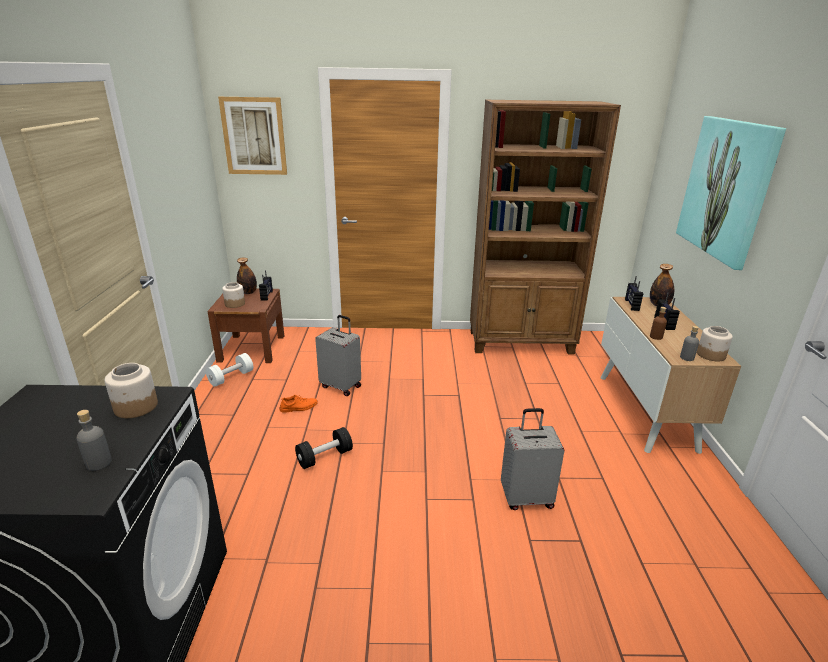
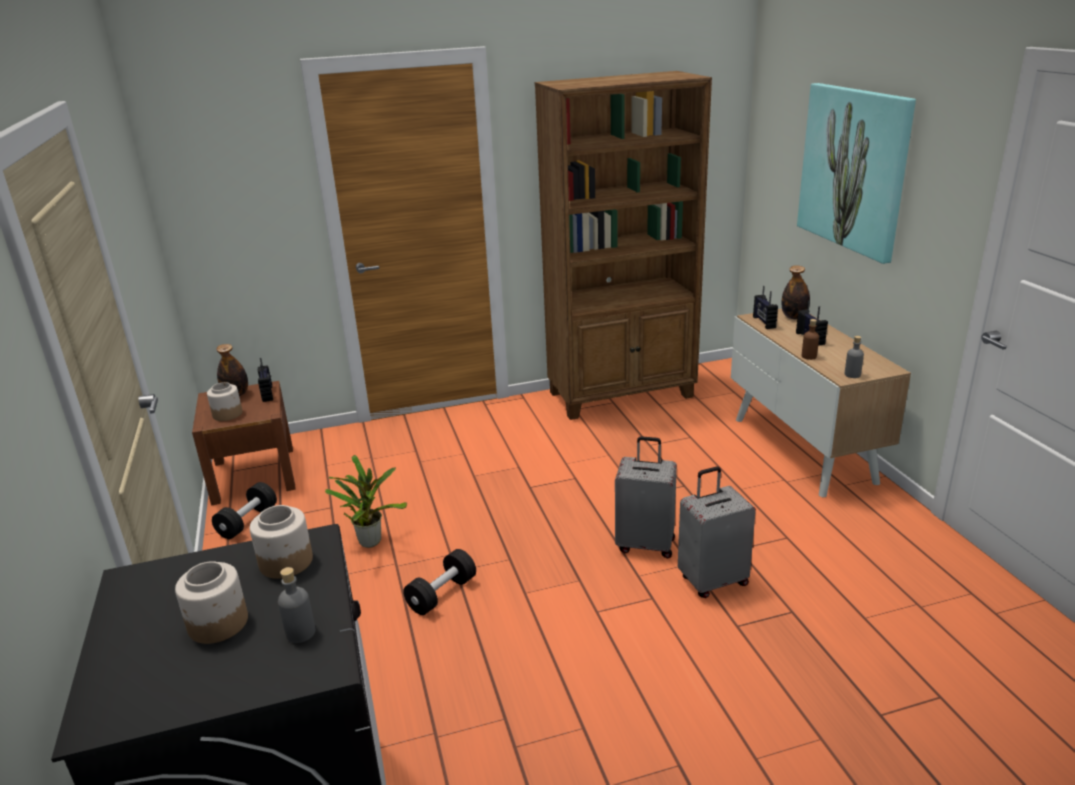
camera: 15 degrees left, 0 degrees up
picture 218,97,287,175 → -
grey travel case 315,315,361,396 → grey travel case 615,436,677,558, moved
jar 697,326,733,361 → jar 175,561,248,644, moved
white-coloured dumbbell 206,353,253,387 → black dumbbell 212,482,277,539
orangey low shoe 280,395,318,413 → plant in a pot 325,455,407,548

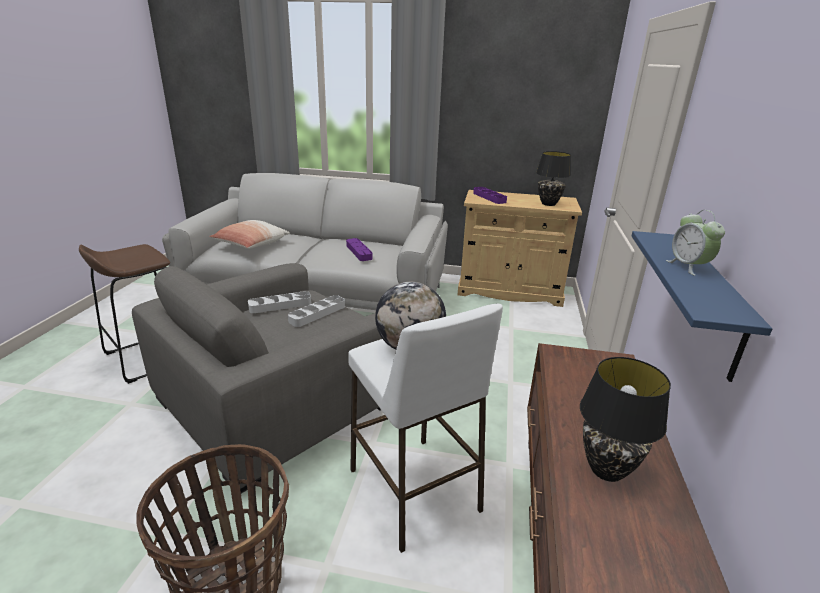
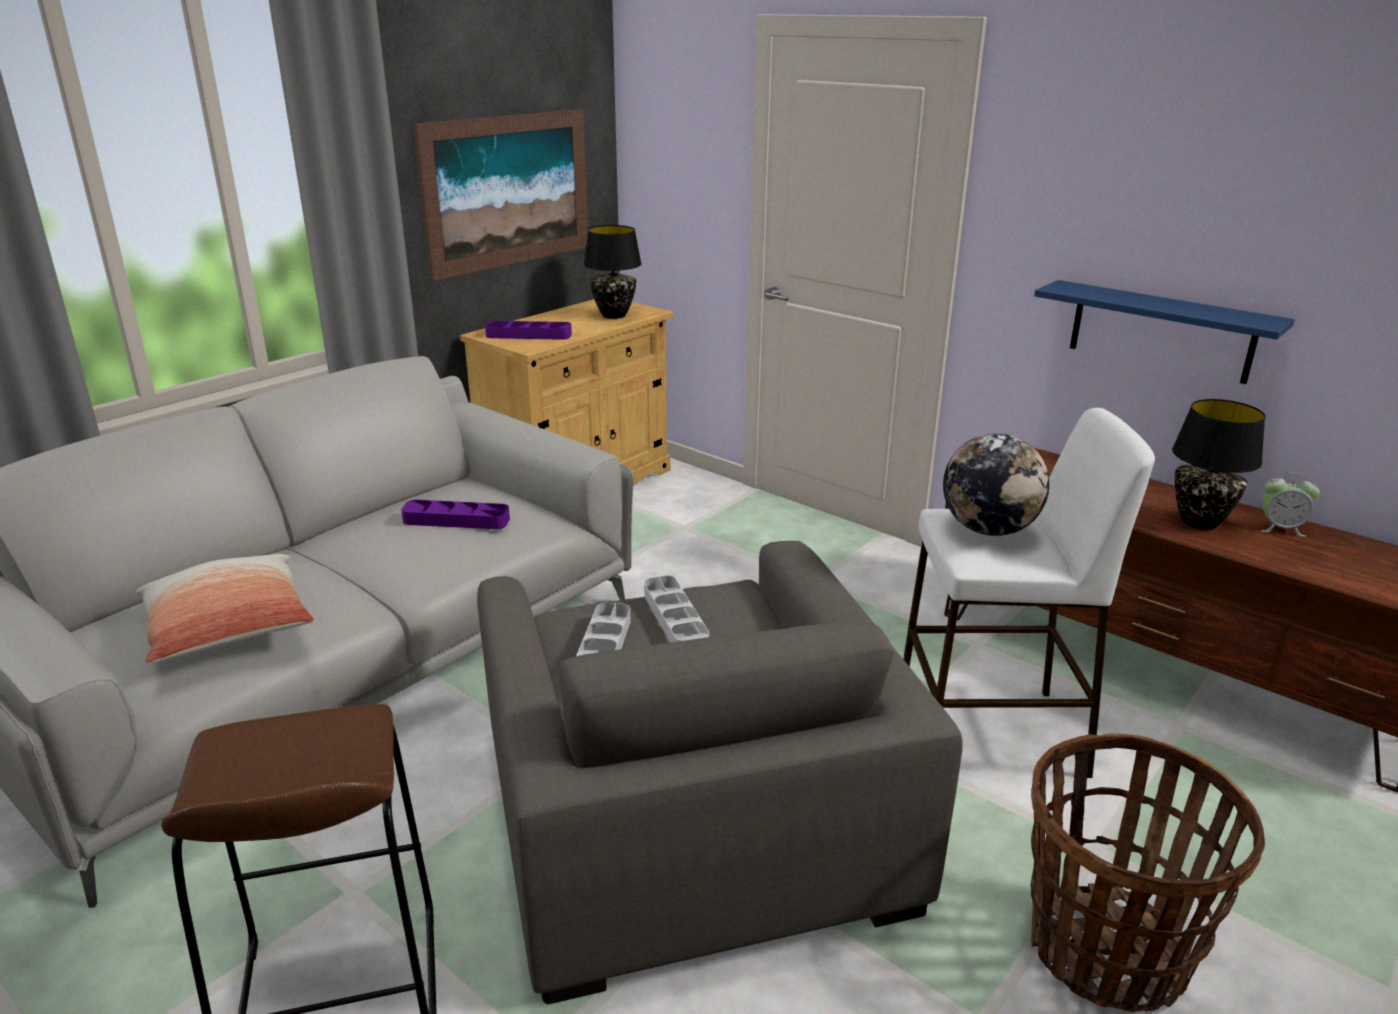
camera: 60 degrees left, 0 degrees up
bedside clock 666,210,725,276 → bedside clock 1261,472,1320,537, moved
- → picture 413,109,588,281

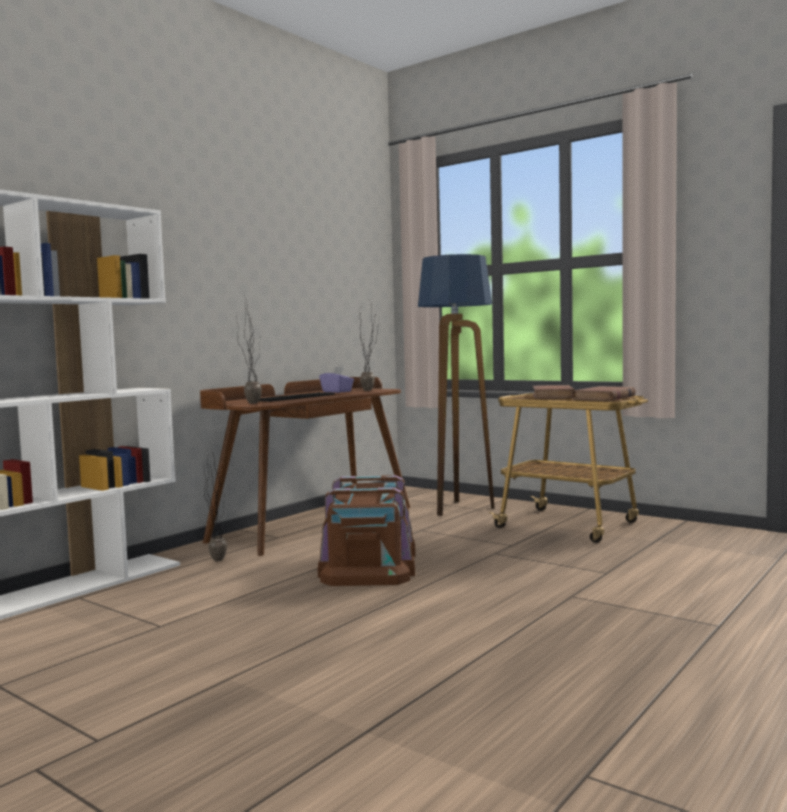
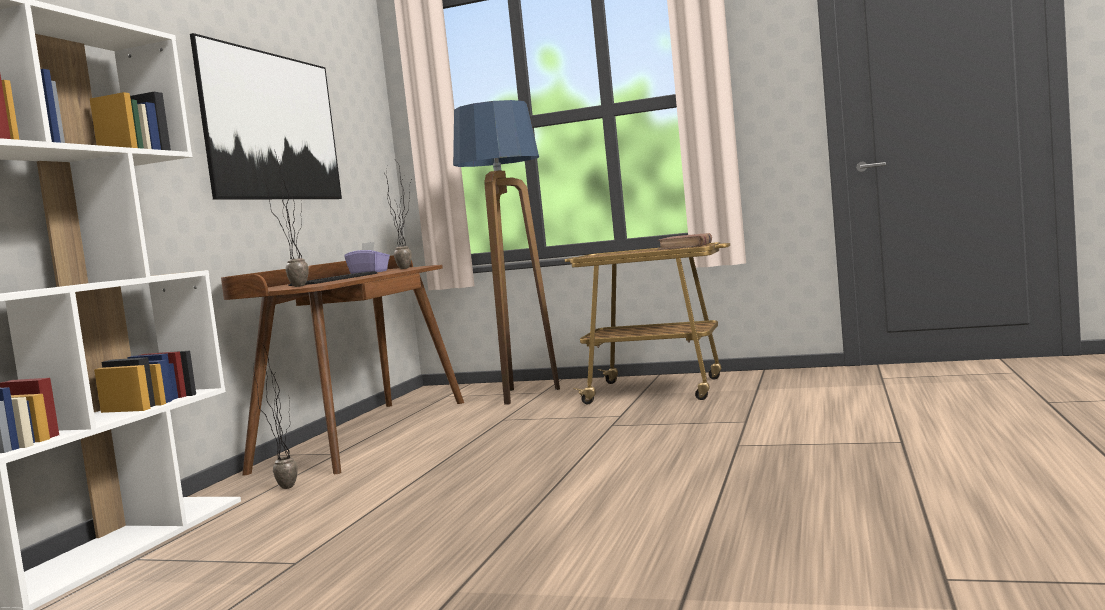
camera: 20 degrees left, 0 degrees up
brown-coloured volume 533,385,576,398 → -
brown-coloured storage container 318,475,415,586 → -
- → picture 190,33,342,200

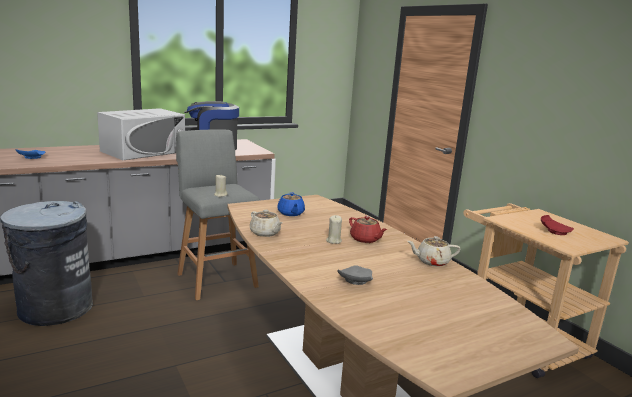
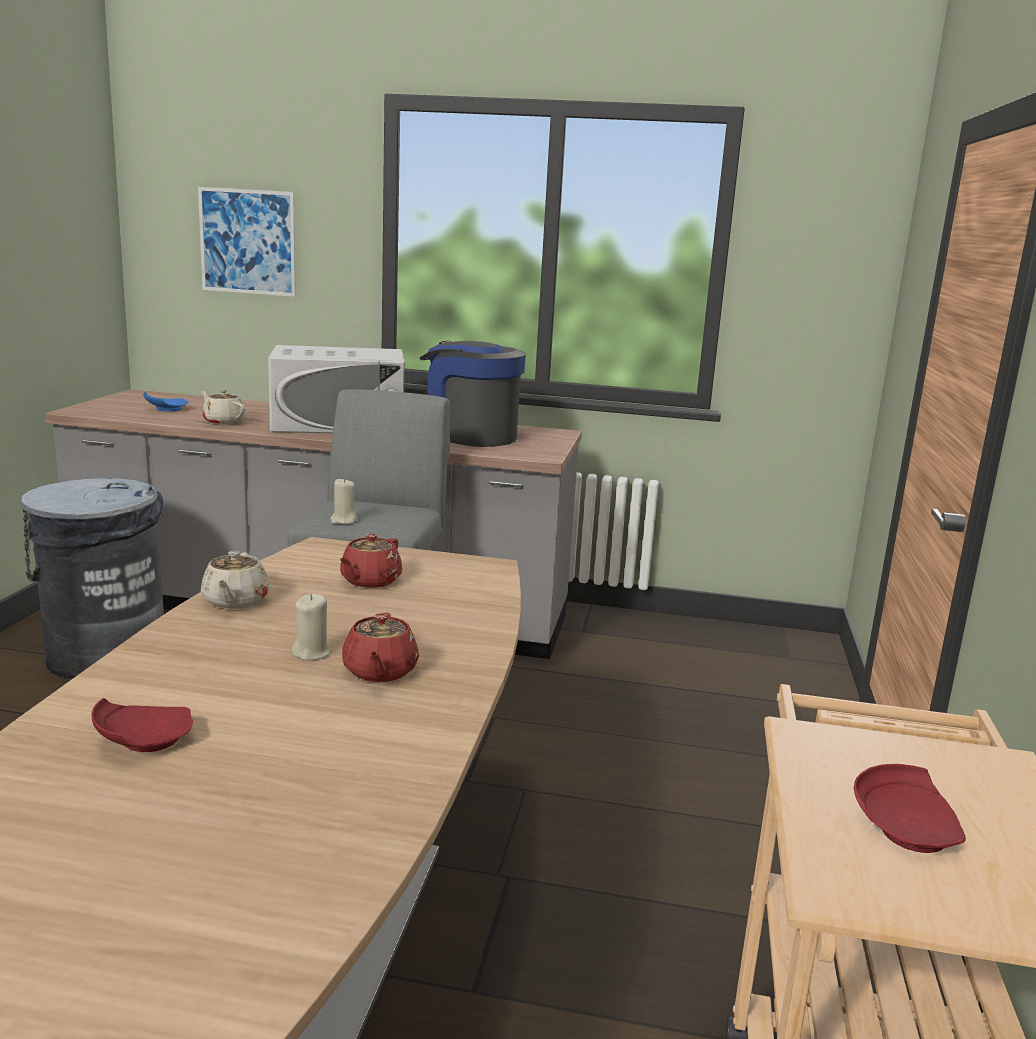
camera: 40 degrees right, 0 degrees up
bluish teapot 277,192,305,216 → red teapot 339,534,402,588
beige-coloured teapot 407,236,461,267 → beige-coloured teapot 201,389,246,425, moved
grey flat dish 337,265,373,285 → red flat dish 91,698,193,752
- → picture 198,187,296,297

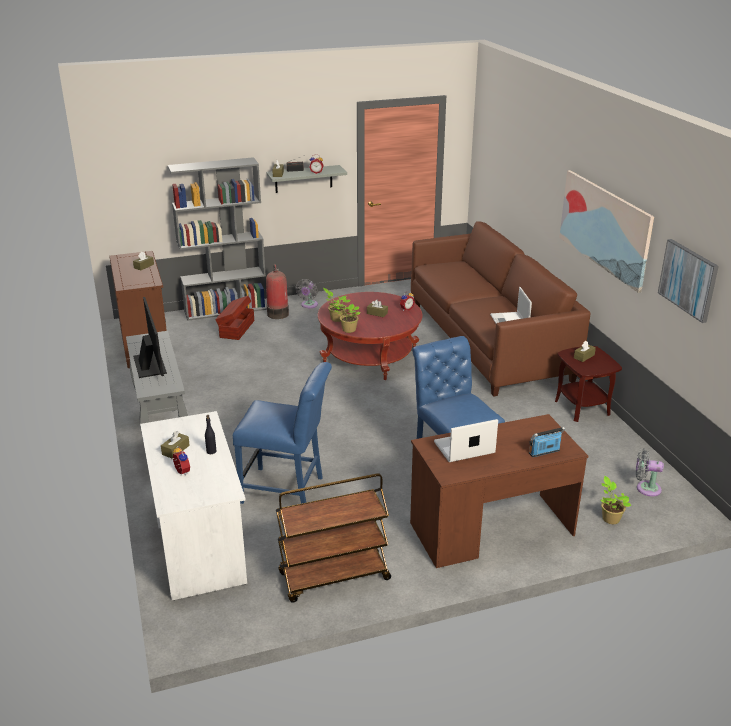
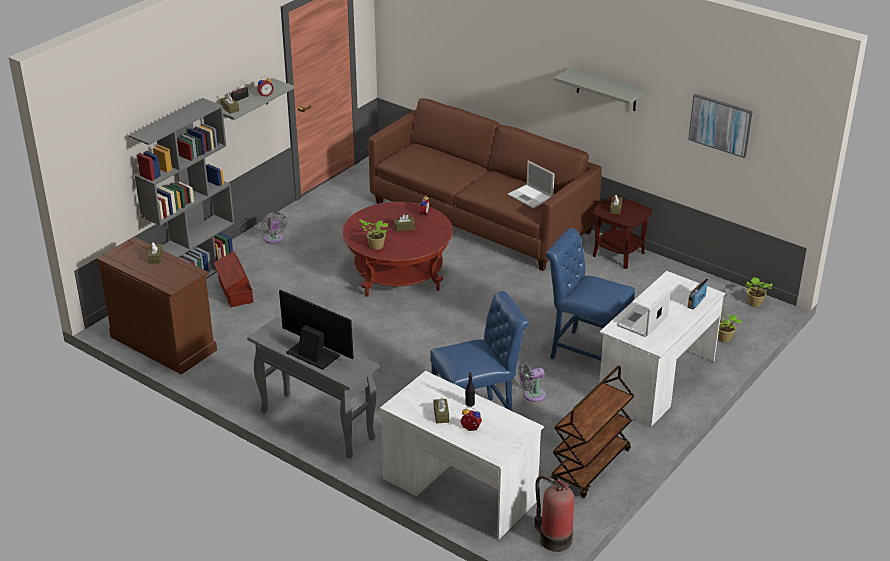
camera: 35 degrees left, 5 degrees up
picture 559,170,654,293 → grey shelf 554,67,646,111
fire-fighting cylinder 266,264,289,319 → fire-fighting cylinder 534,475,574,552, moved
plant in a pot 333,303,360,333 → plant in a pot 745,277,773,307, moved
brown-coloured desk unit 410,414,588,568 → white-coloured desk unit 599,271,725,427
grey fan 636,448,664,497 → grey fan 517,361,546,402, moved

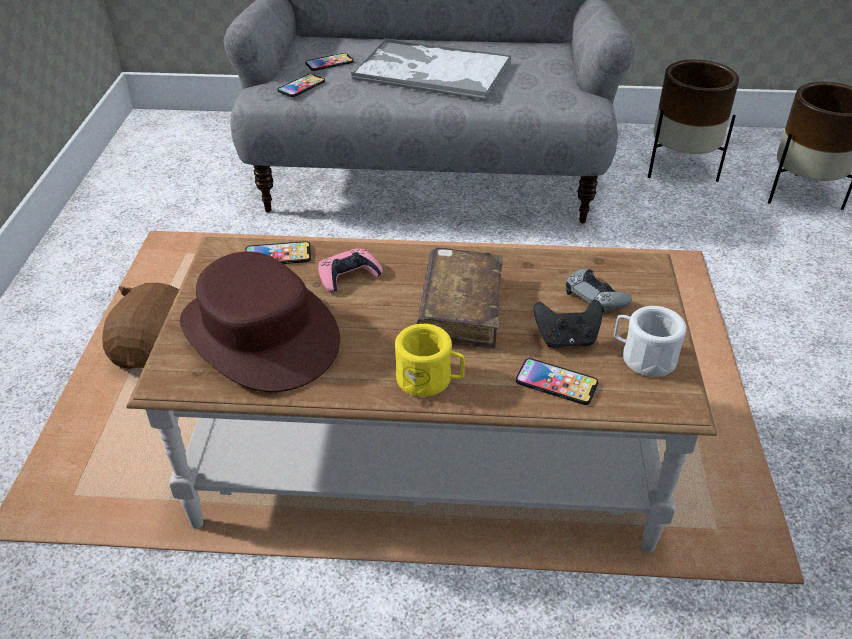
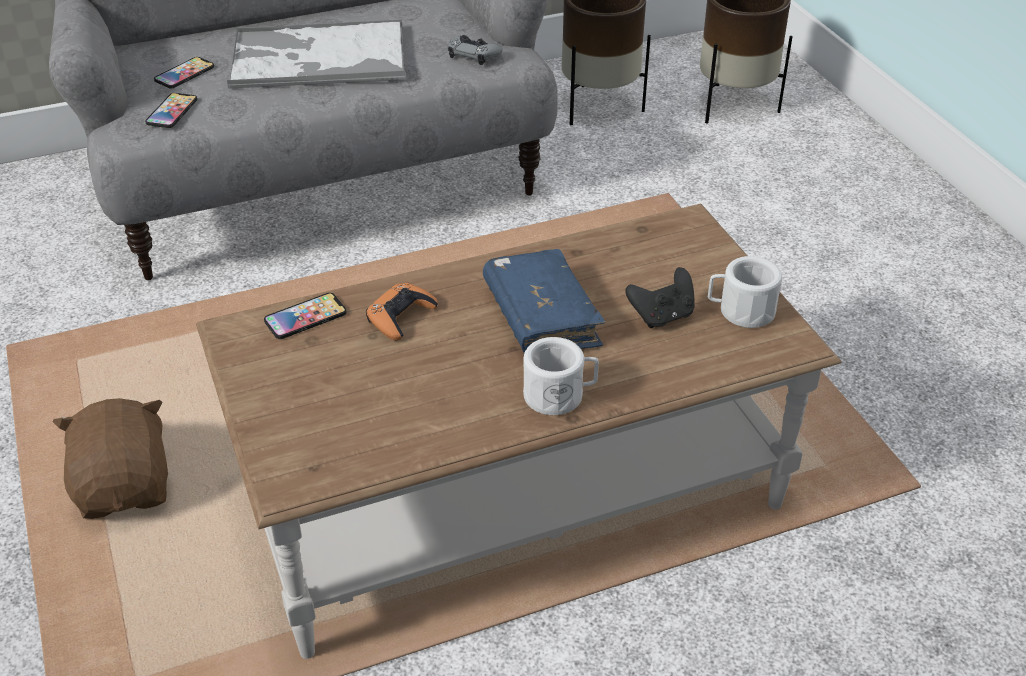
camera: 25 degrees left, 0 degrees up
pinkish gamepad 318,248,383,294 → orangey gamepad 366,283,438,341
brown-coloured volume 416,248,503,349 → bluish volume 483,249,605,353
brown-coloured hat 180,251,340,392 → -
grey gamepad 566,269,632,313 → grey gamepad 448,35,503,65, moved
yellow-coloured tea mug 395,324,465,397 → white-coloured tea mug 523,337,599,415
handset 516,358,598,405 → -

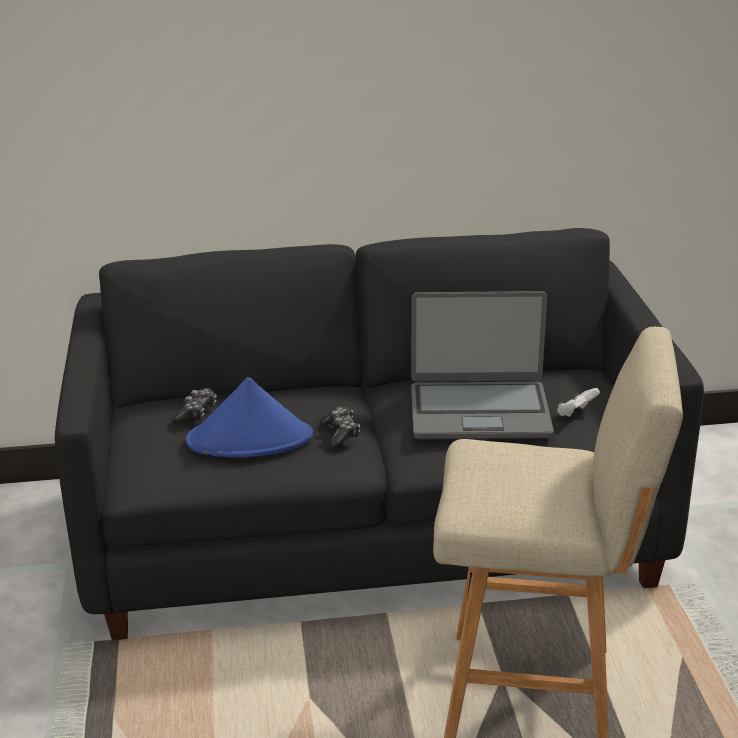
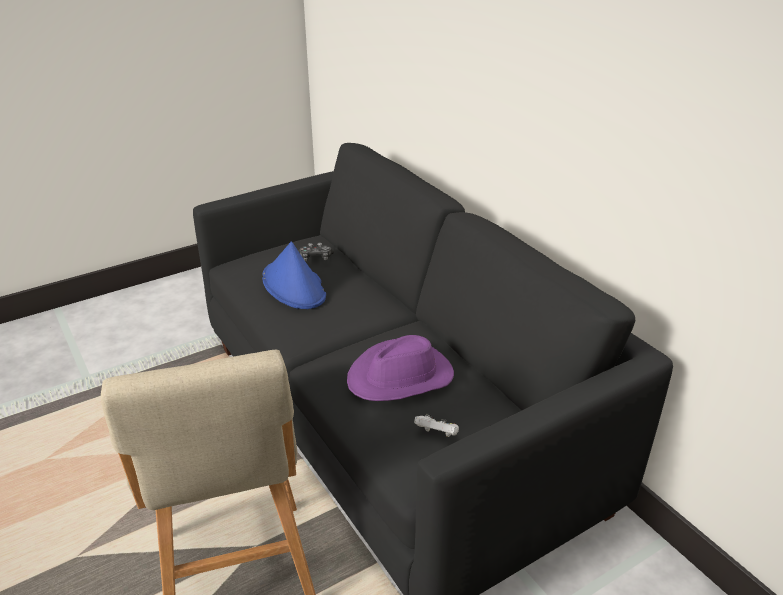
camera: 65 degrees right, 5 degrees up
laptop 411,291,554,439 → purple hat 347,335,454,401
gamepad 320,406,360,448 → -

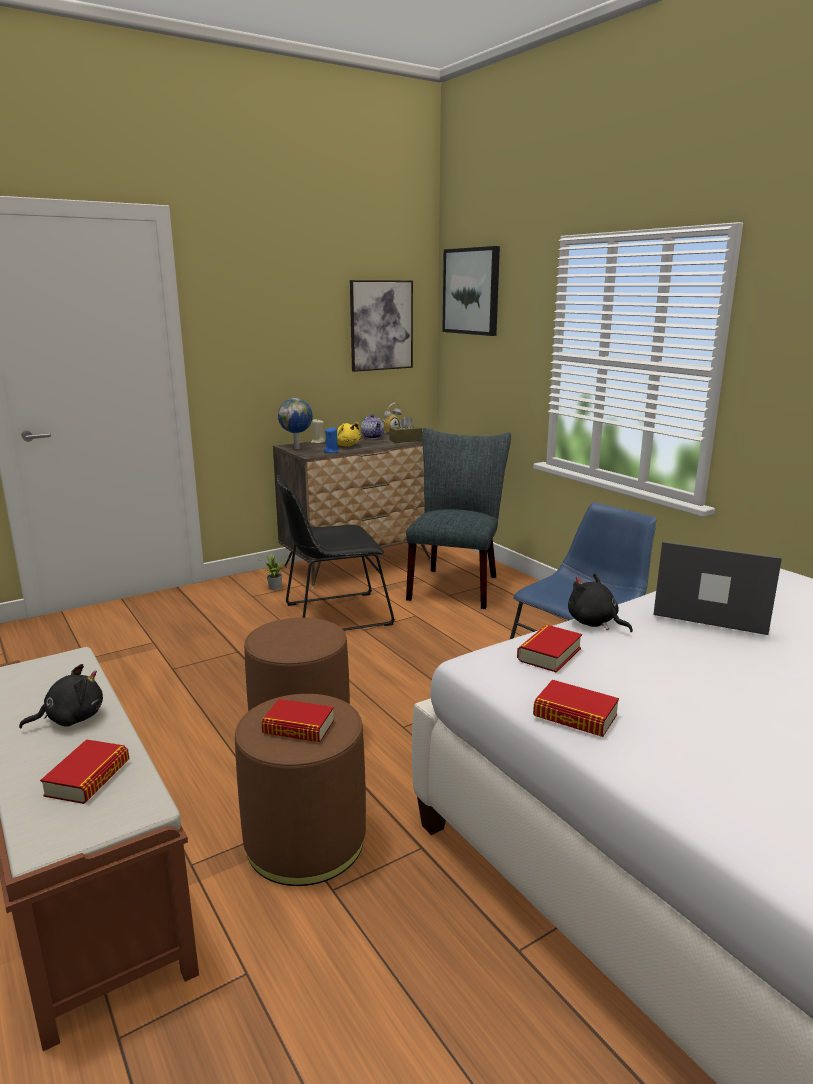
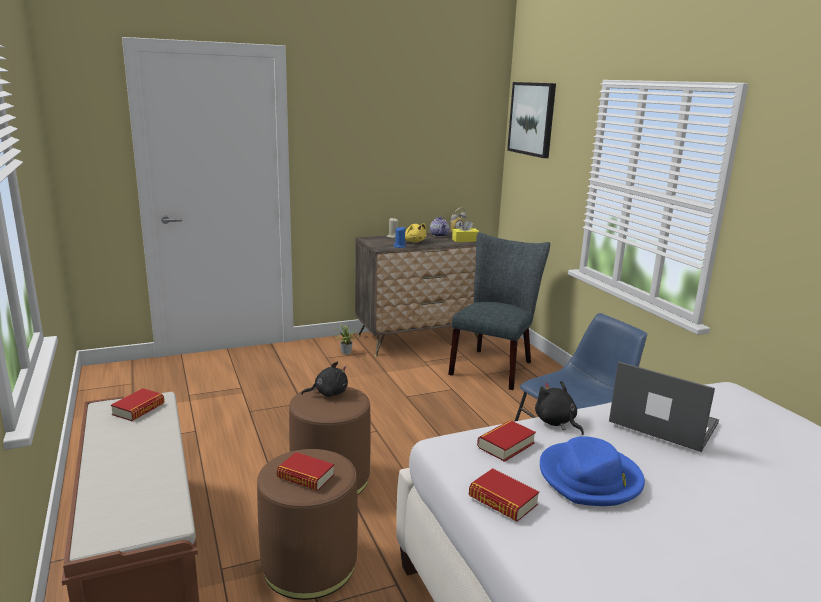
camera: 10 degrees right, 0 degrees up
picture 350,280,413,372 → -
globe 278,398,313,449 → -
brown-coloured tissue holder 389,416,422,443 → yellow-coloured tissue holder 452,220,480,242
black chair 277,475,395,631 → -
black plush toy 19,664,103,728 → black plush toy 301,362,348,397, moved
volume 40,739,129,804 → volume 111,388,165,421, moved
- → bluish hat 540,436,645,506

